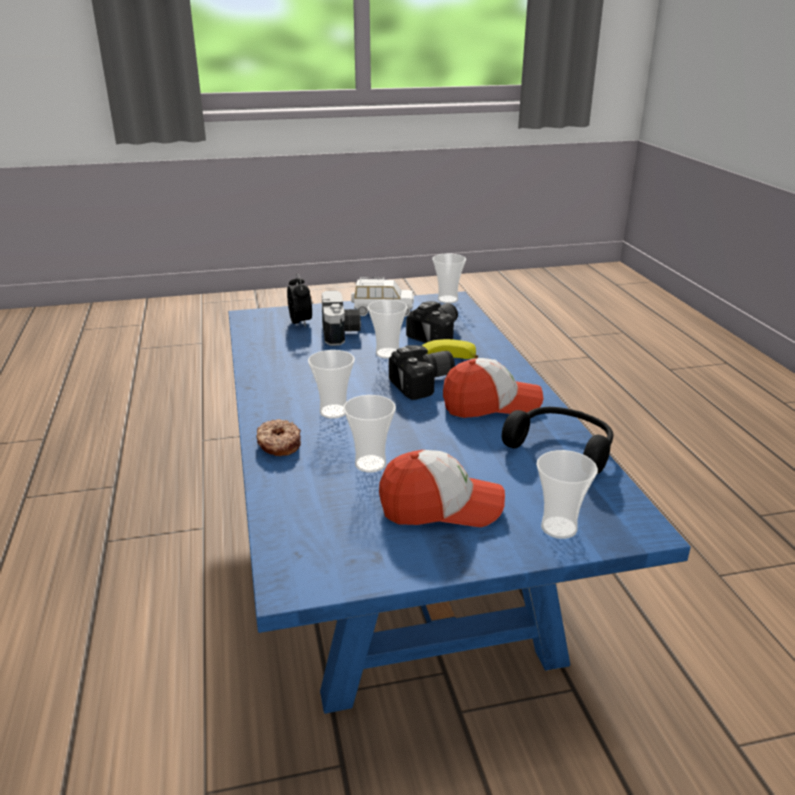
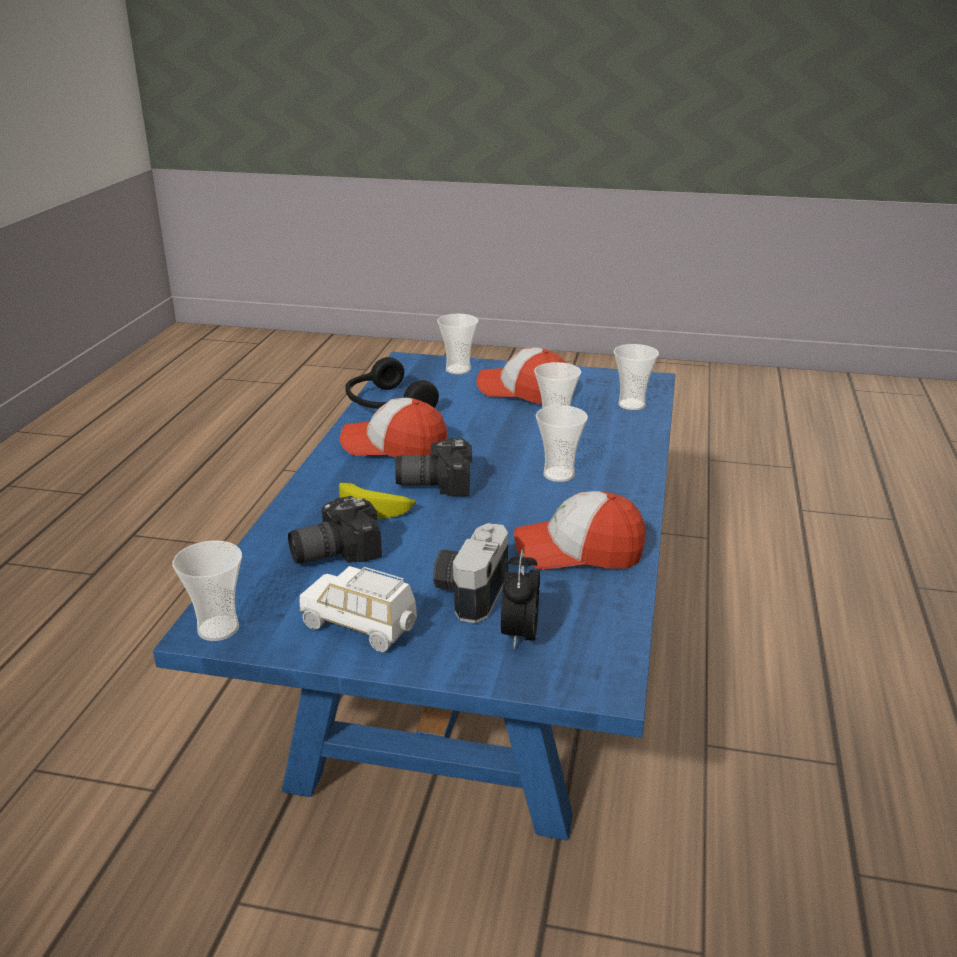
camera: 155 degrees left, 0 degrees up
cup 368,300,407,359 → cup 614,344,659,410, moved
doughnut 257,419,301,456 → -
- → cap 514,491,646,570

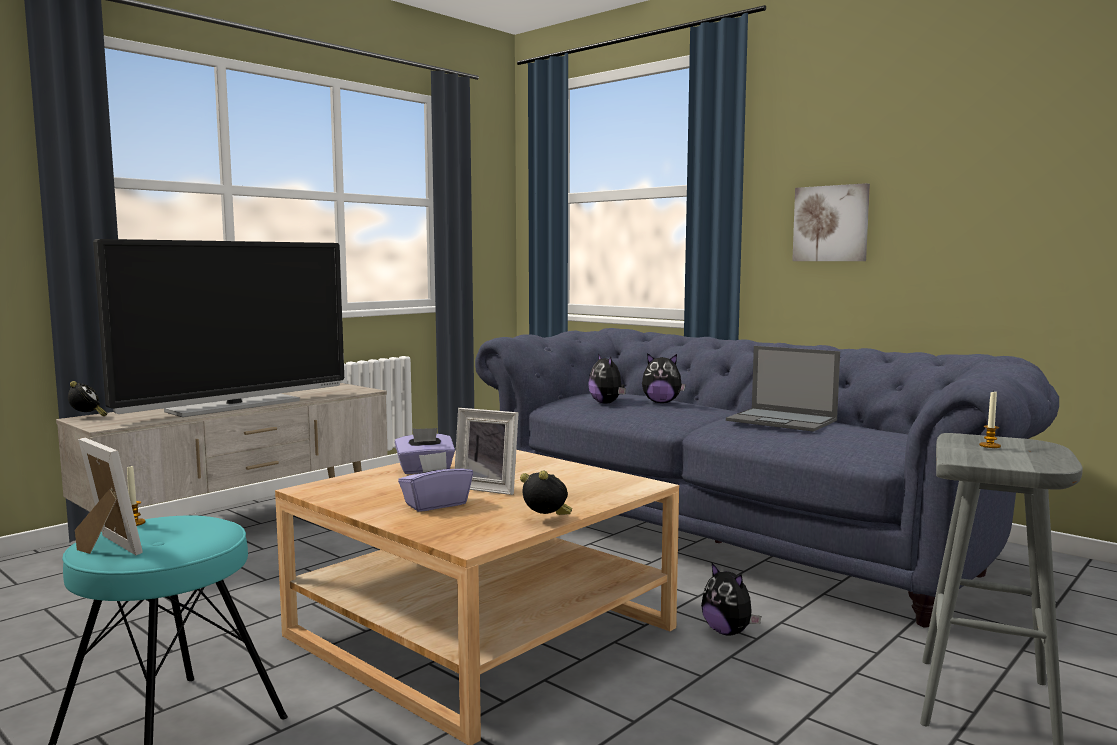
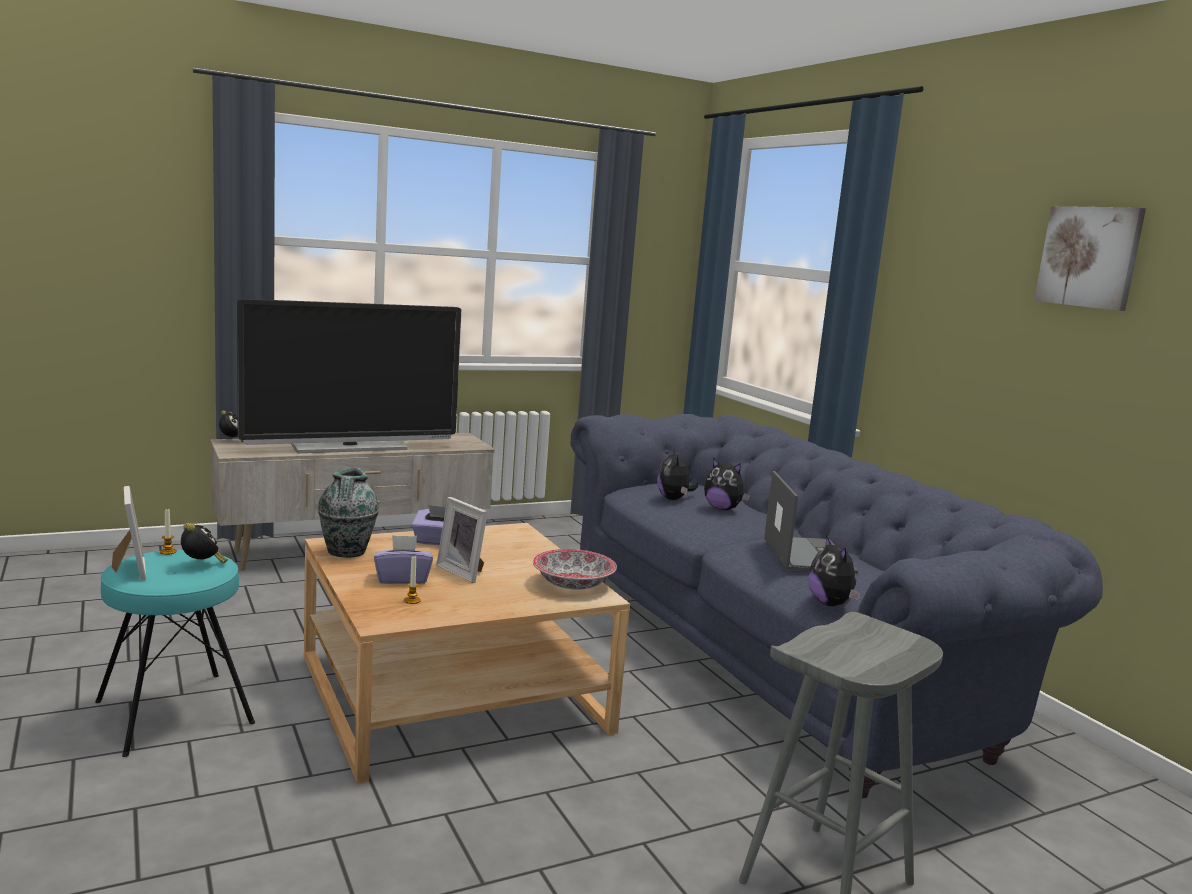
camera: 20 degrees right, 5 degrees up
picture 792,183,870,261 → picture 1034,206,1146,311, moved
laptop 726,346,840,432 → laptop 764,471,858,574, 150 degrees counterclockwise
wax light 979,392,1001,448 → wax light 404,556,421,604, moved
bedside clock 520,471,572,515 → bedside clock 181,523,228,563, moved
plush toy 701,563,761,636 → plush toy 808,535,861,606, moved
- → flower vase 318,467,379,558
- → deep dish 533,549,617,590

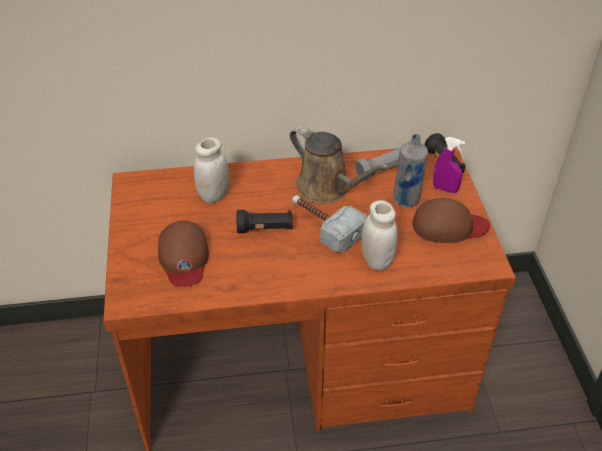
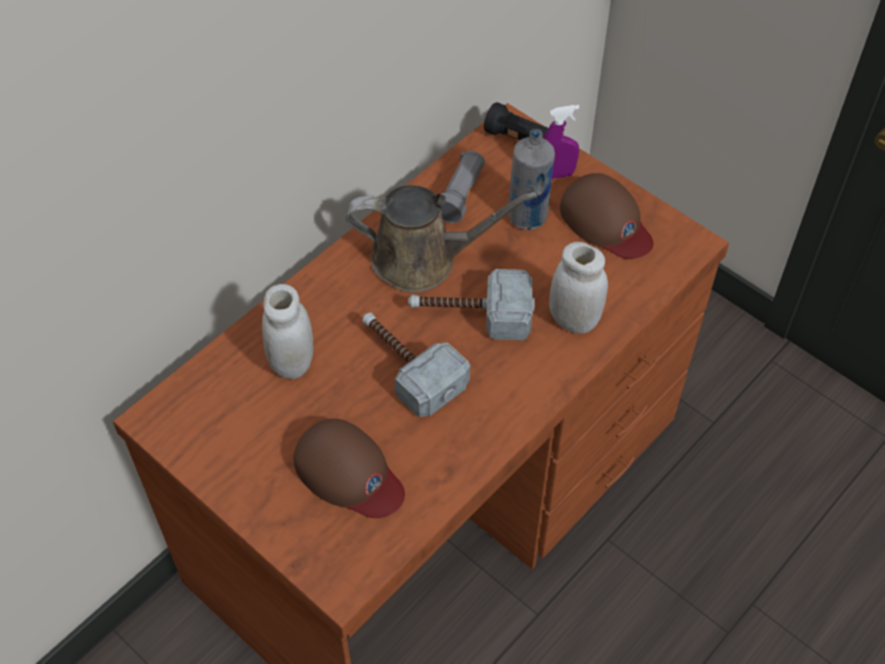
camera: 40 degrees left, 10 degrees up
brown-coloured cap 412,198,490,243 → brown-coloured cap 560,173,653,259, 90 degrees clockwise
black flashlight 237,210,293,233 → tool hammer 362,313,470,417

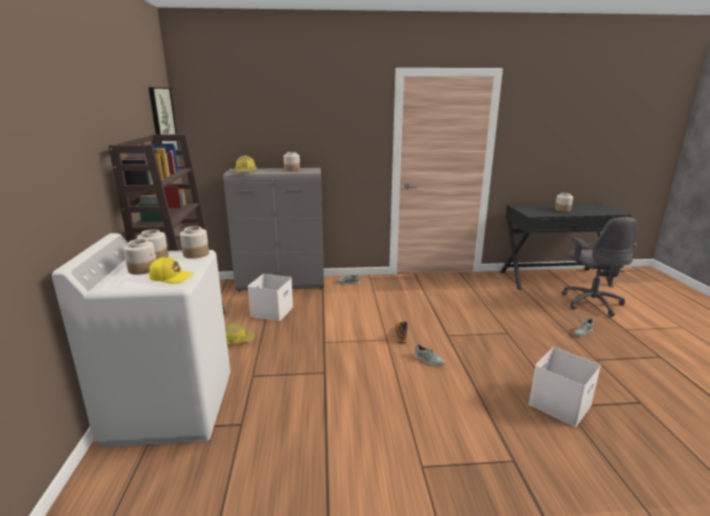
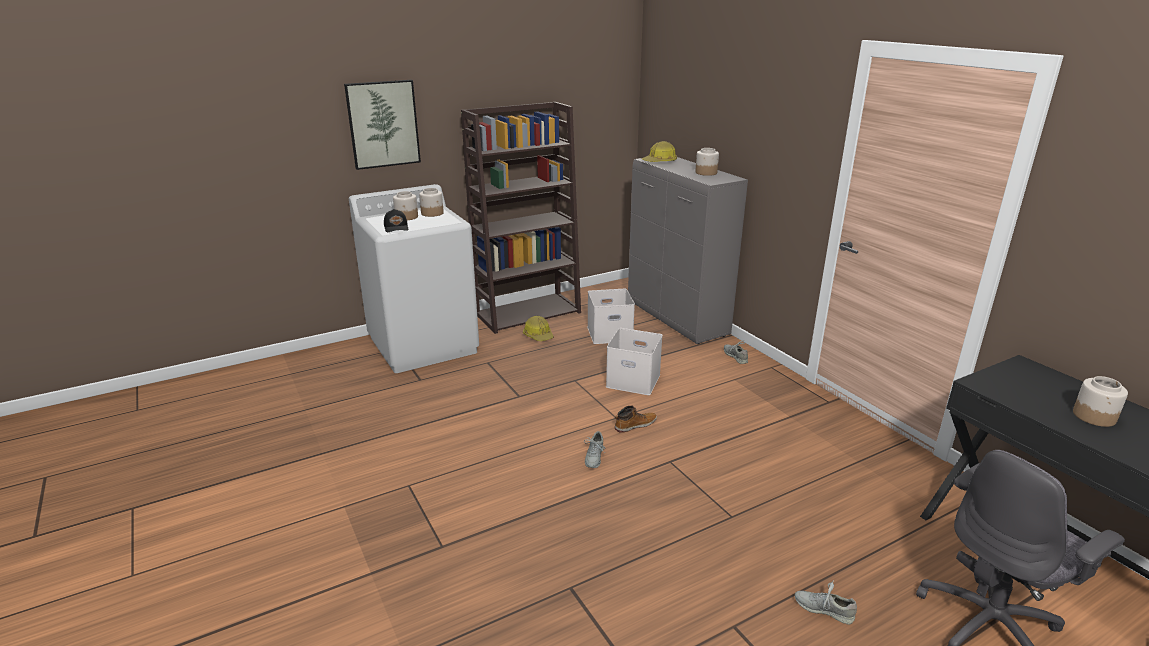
camera: 65 degrees right, 5 degrees up
picture 148,87,179,150 → picture 344,80,421,170, moved
jar 180,226,209,259 → -
yellow-coloured cap 149,257,193,283 → black cap 384,209,408,232
white-coloured storage container 528,347,601,427 → white-coloured storage container 606,328,663,395, moved

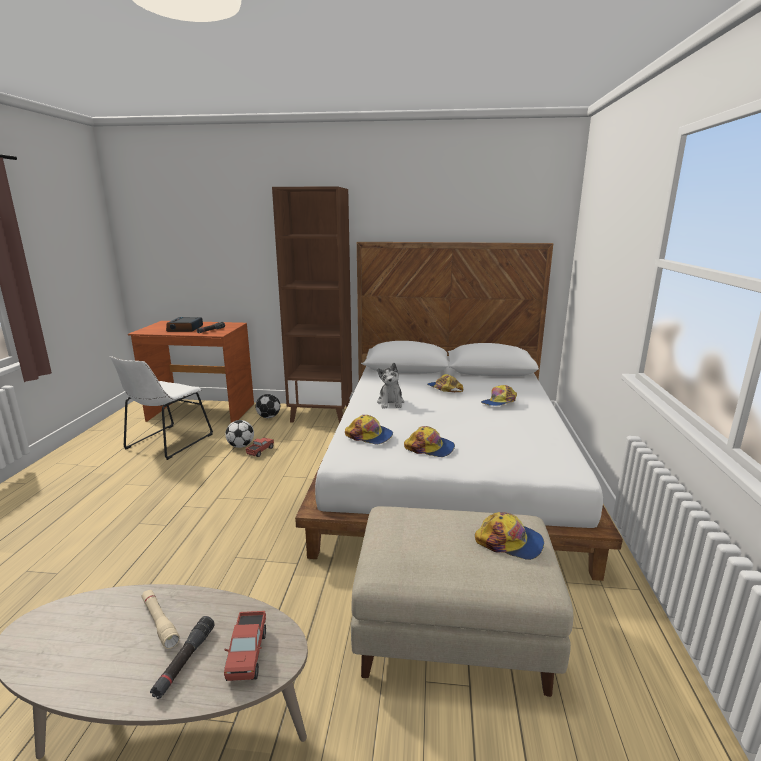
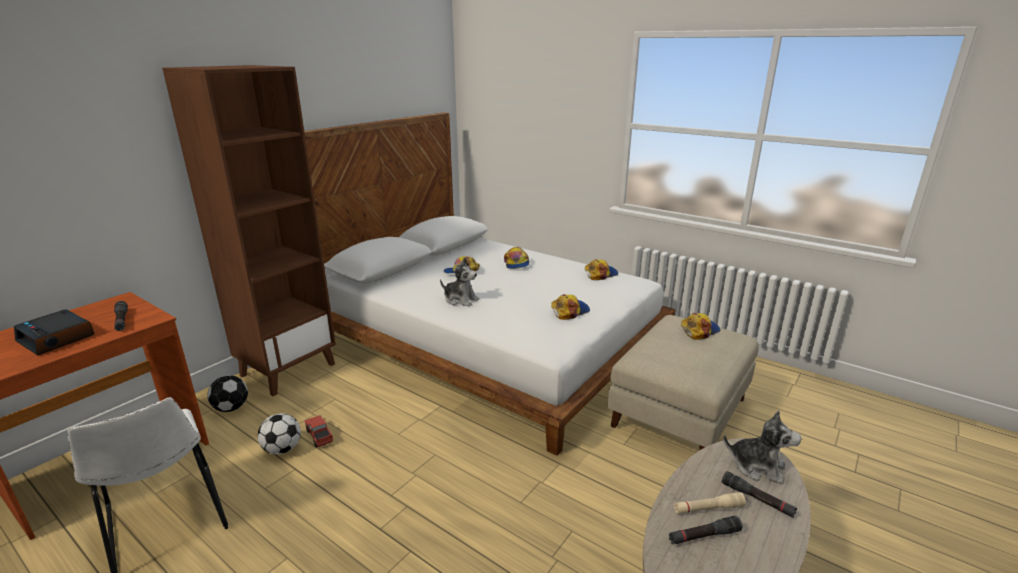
camera: 60 degrees left, 5 degrees up
cap 345,415,393,444 → cap 585,259,618,280, moved
toy truck 224,611,266,681 → plush toy 723,410,802,484
- → black flashlight 669,516,742,545

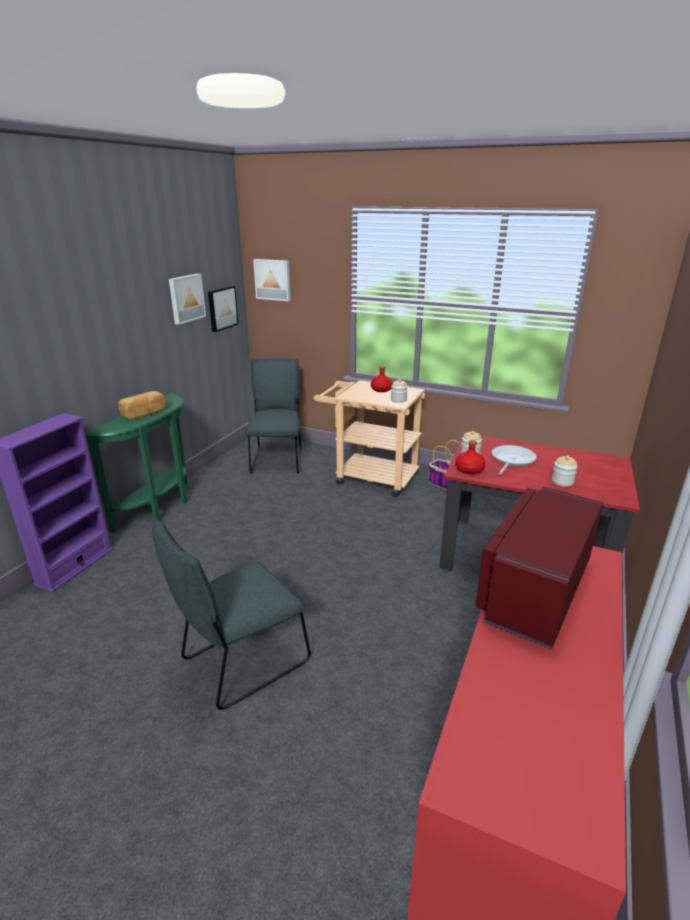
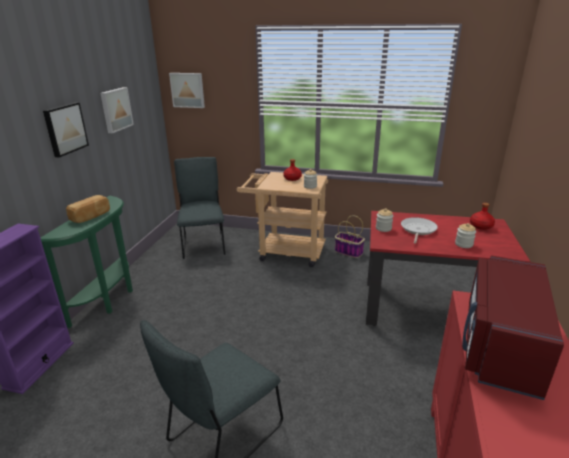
camera: 10 degrees left, 0 degrees up
picture 208,286,238,332 → picture 43,102,89,158, moved
red drink bottle 455,440,486,474 → red drink bottle 470,203,495,230, moved

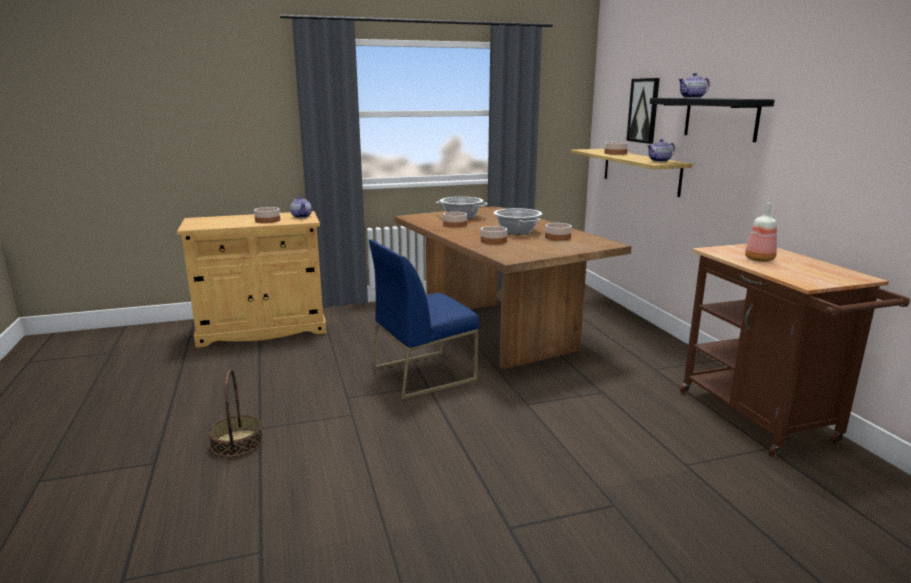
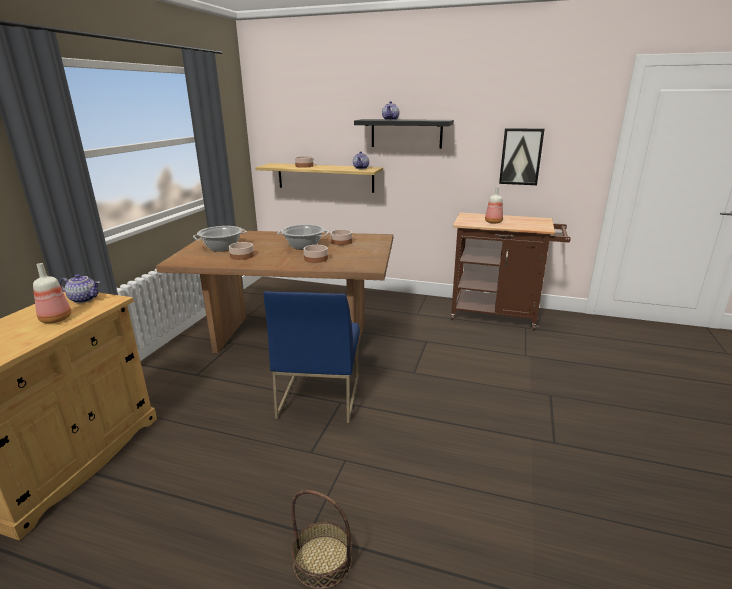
camera: 55 degrees left, 5 degrees up
picture 626,78,660,144 → picture 499,128,545,185, moved
deep dish 254,207,280,223 → drink bottle 33,263,71,323

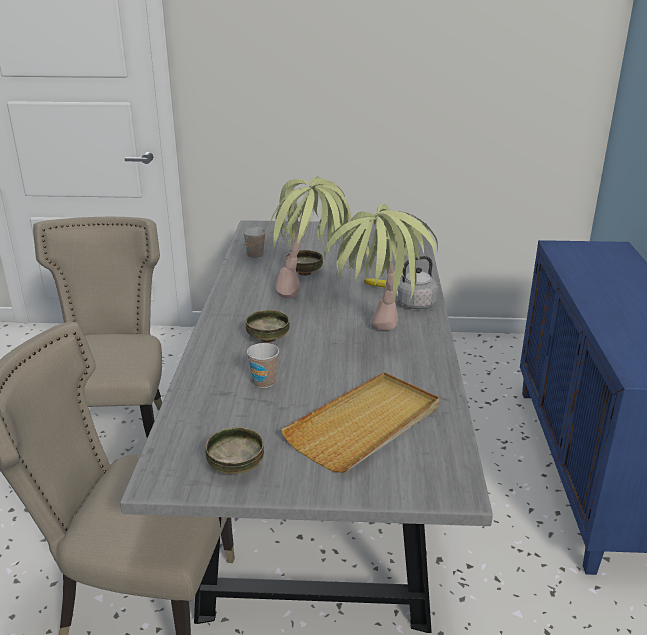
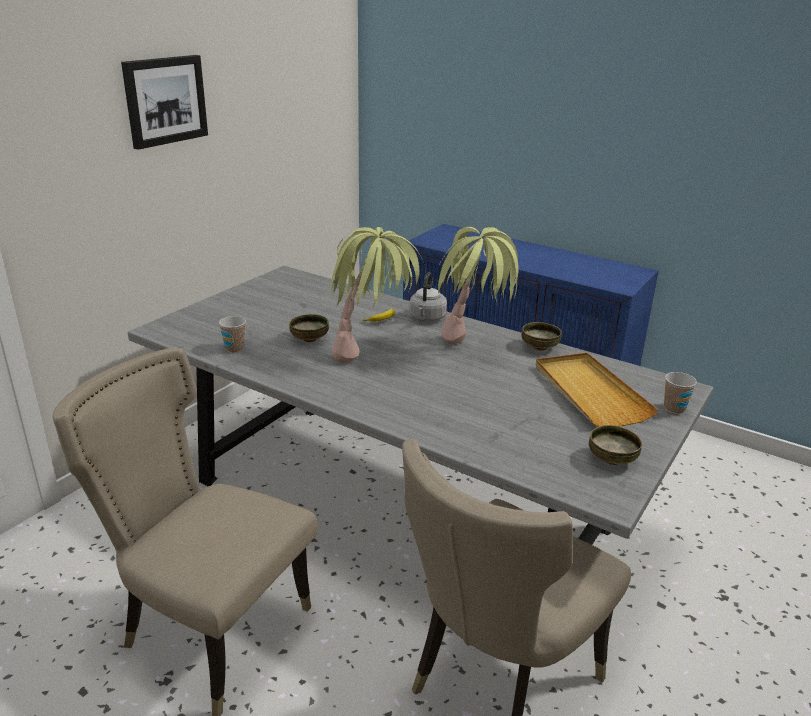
camera: 60 degrees left, 0 degrees up
deep dish 246,310,289,342 → deep dish 521,322,562,351, moved
cup 247,343,279,388 → cup 664,372,697,414, moved
- → picture 121,55,208,150

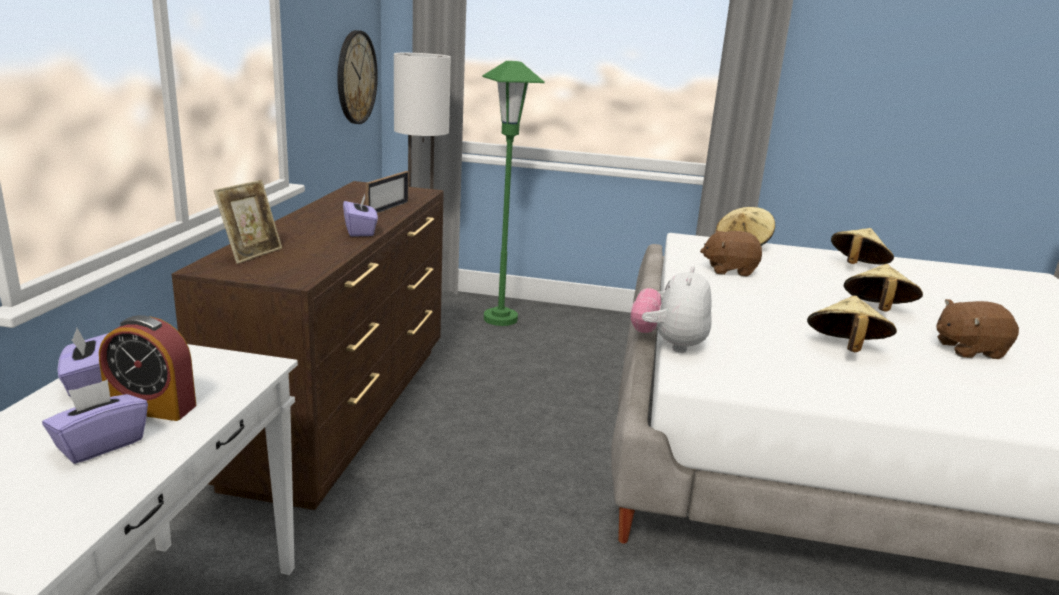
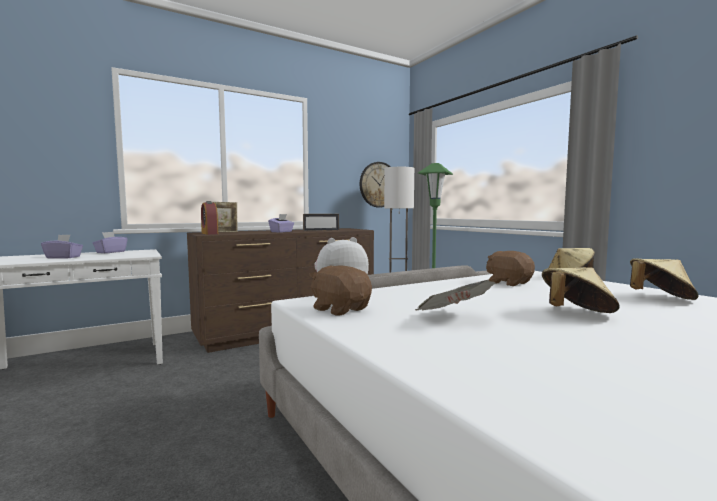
camera: 50 degrees right, 15 degrees down
beige-coloured hat 807,296,897,352 → newspaper 415,280,495,310
brown-coloured plush toy 936,299,1019,359 → brown-coloured plush toy 309,266,372,316, moved
bedside clock 99,315,196,421 → bedside clock 201,201,218,235, moved

